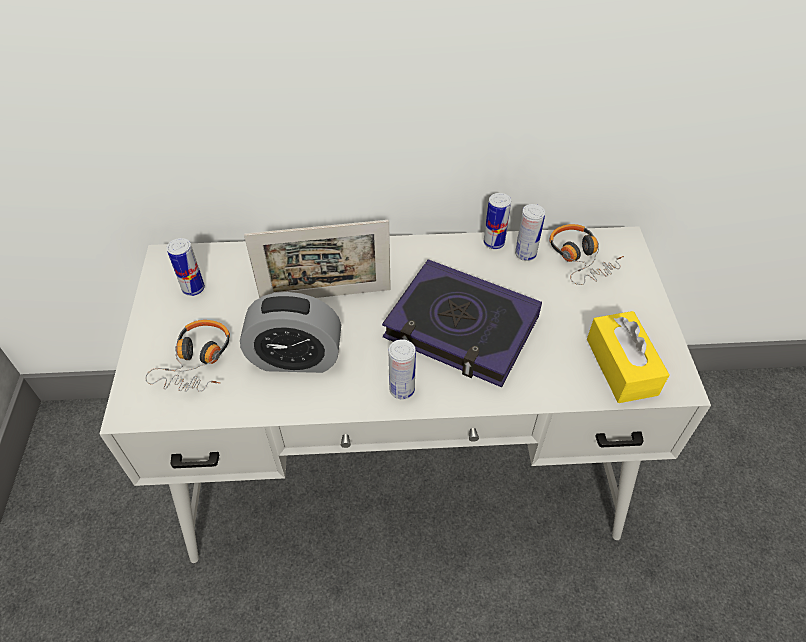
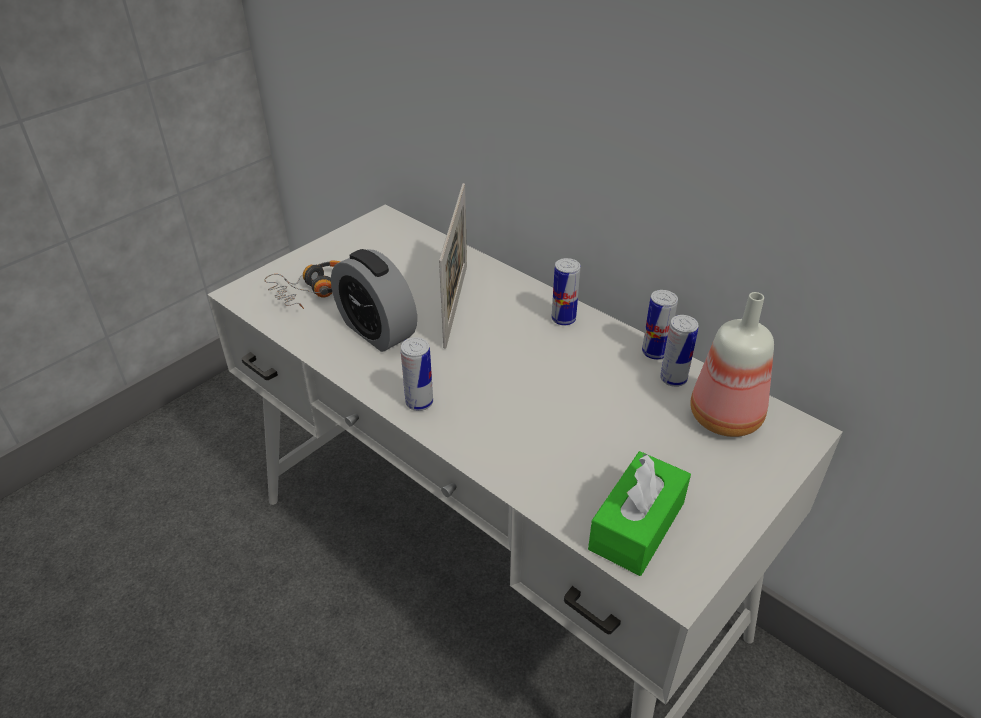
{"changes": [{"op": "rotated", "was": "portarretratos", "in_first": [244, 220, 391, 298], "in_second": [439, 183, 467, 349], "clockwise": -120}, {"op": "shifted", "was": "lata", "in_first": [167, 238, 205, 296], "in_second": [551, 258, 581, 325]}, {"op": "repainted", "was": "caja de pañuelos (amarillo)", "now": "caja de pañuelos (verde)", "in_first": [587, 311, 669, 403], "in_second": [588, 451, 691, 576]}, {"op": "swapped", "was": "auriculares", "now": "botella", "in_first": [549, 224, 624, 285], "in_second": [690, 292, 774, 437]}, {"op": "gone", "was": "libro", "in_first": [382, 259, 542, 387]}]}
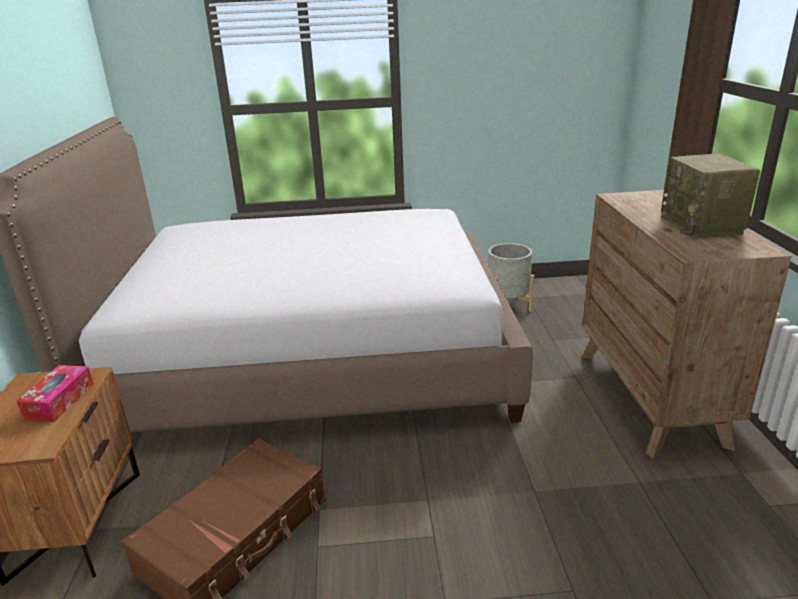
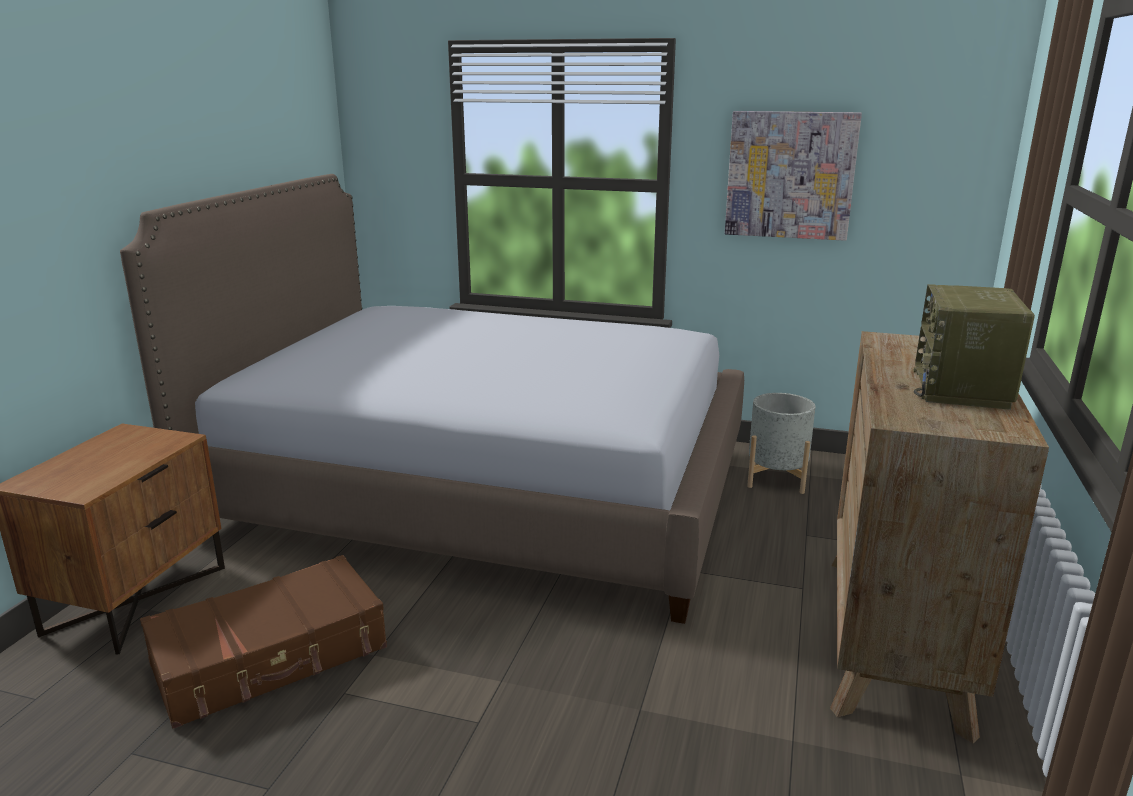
{"changes": [{"op": "new", "now": "cuadro", "in_second": [725, 111, 862, 241]}, {"op": "gone", "was": "caja de pañuelos", "in_first": [16, 365, 94, 422]}]}
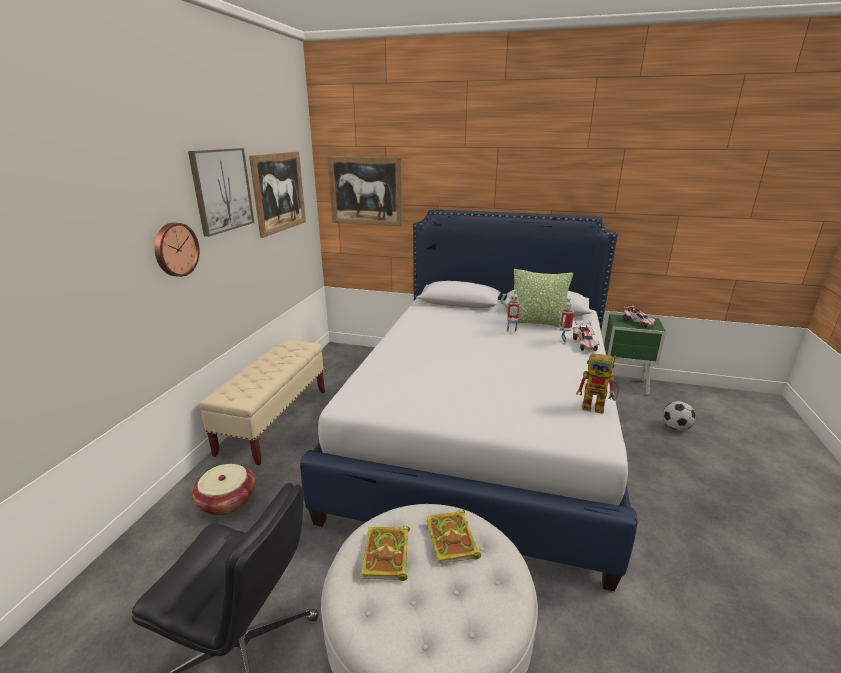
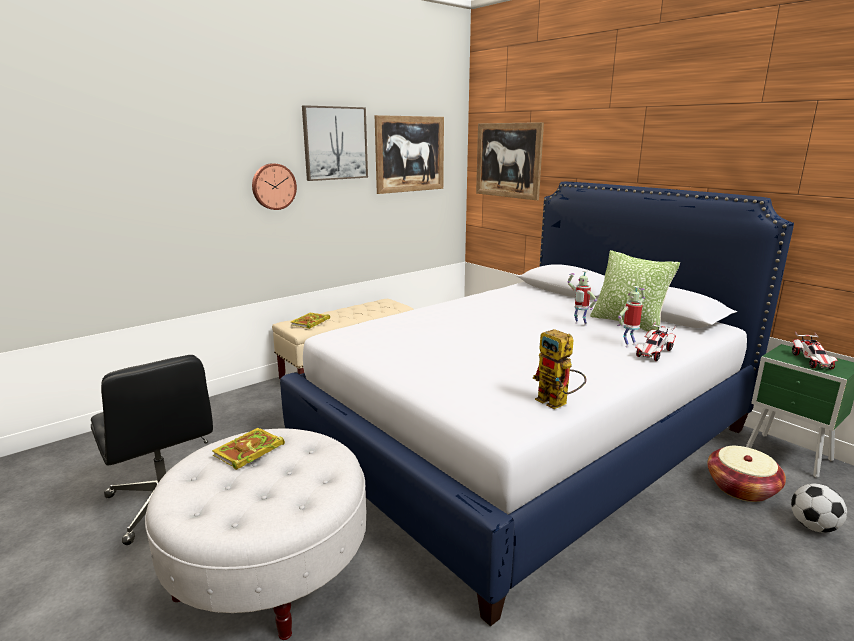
{"changes": [{"op": "shifted", "was": "libro", "in_first": [426, 509, 481, 564], "in_second": [291, 313, 330, 329]}, {"op": "shifted", "was": "cesta", "in_first": [191, 464, 255, 516], "in_second": [707, 446, 786, 502]}]}
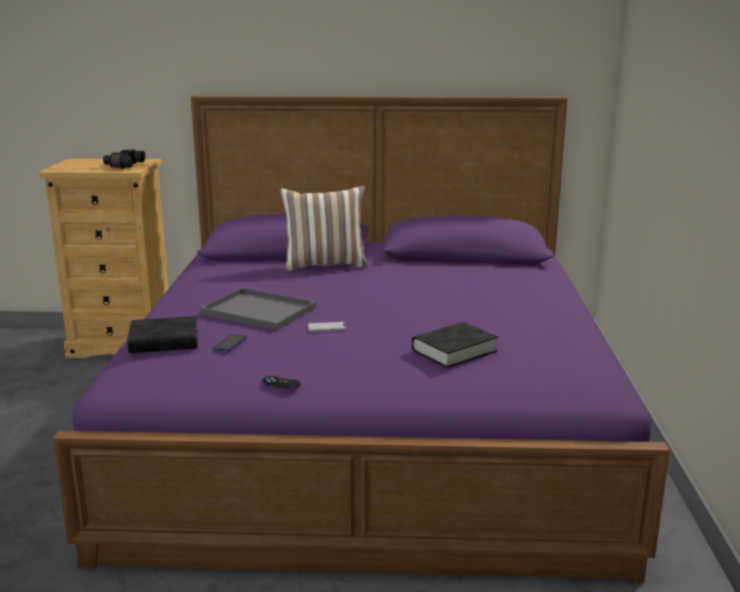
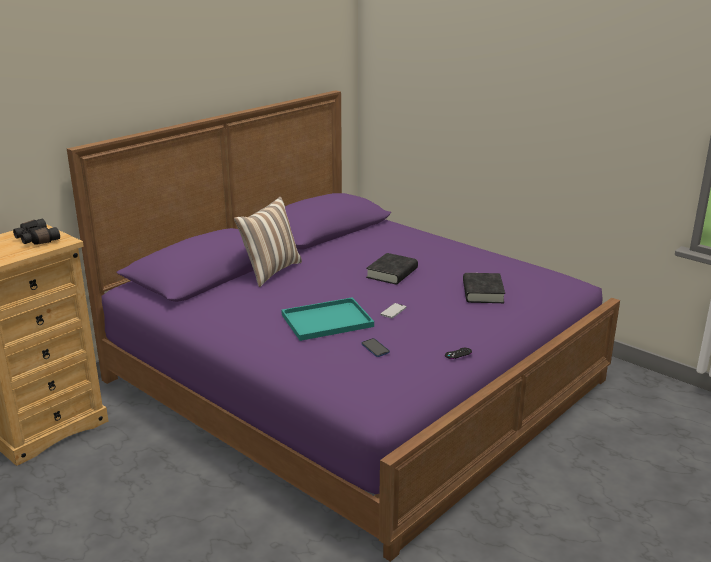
{"changes": [{"op": "repainted", "was": "bandeja (gris)", "now": "bandeja (turquesa)", "in_first": [200, 287, 316, 330], "in_second": [282, 297, 374, 341]}, {"op": "shifted", "was": "libro (negro)", "in_first": [127, 316, 198, 353], "in_second": [366, 253, 418, 285]}]}
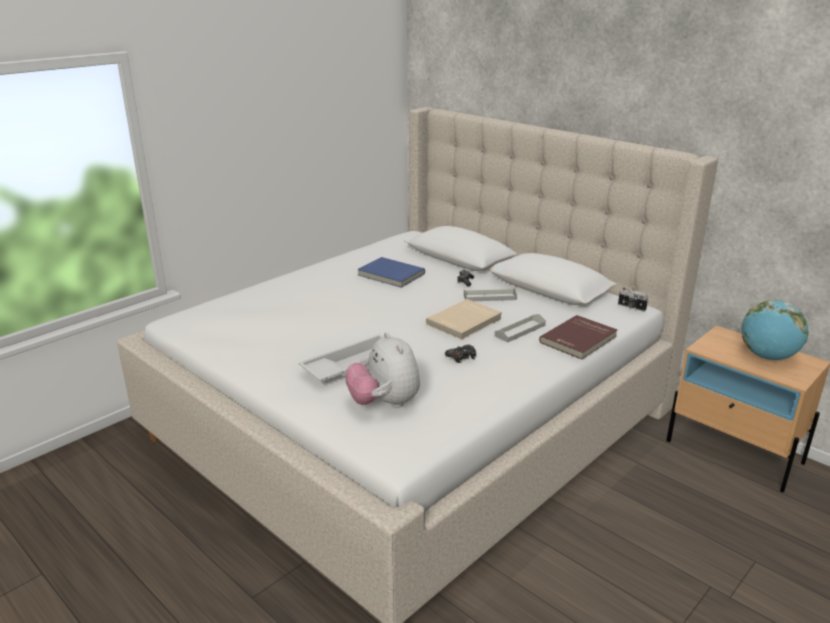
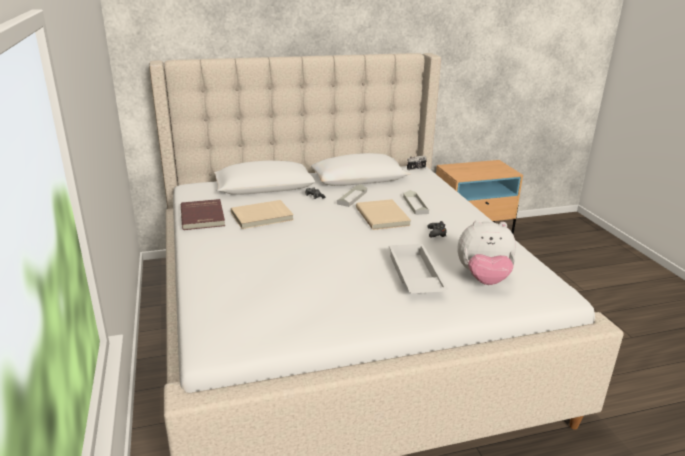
{"changes": [{"op": "shifted", "was": "libro (rojo)", "in_first": [539, 315, 618, 359], "in_second": [181, 199, 225, 230]}, {"op": "repainted", "was": "libro (azul)", "now": "libro (beis)", "in_first": [357, 257, 425, 288], "in_second": [231, 200, 294, 229]}, {"op": "gone", "was": "globo terráqueo", "in_first": [742, 300, 808, 360]}]}
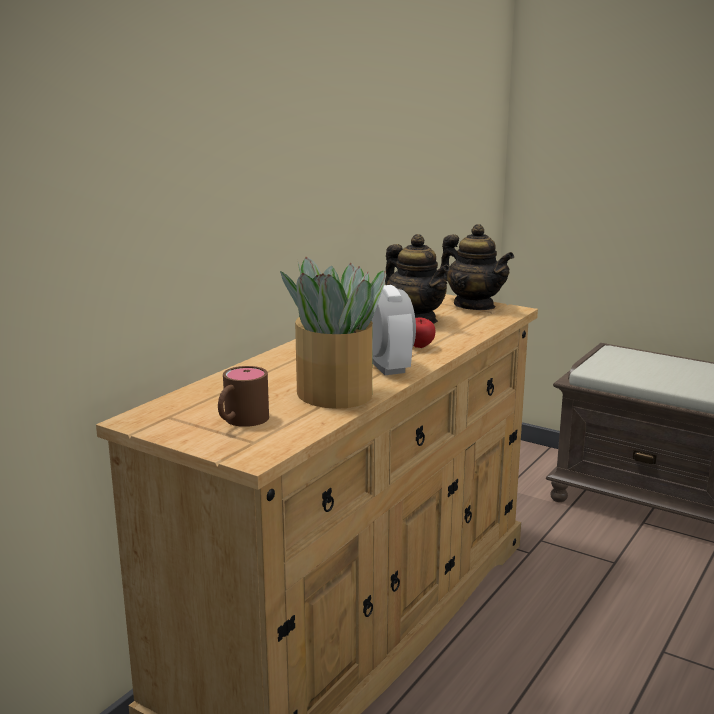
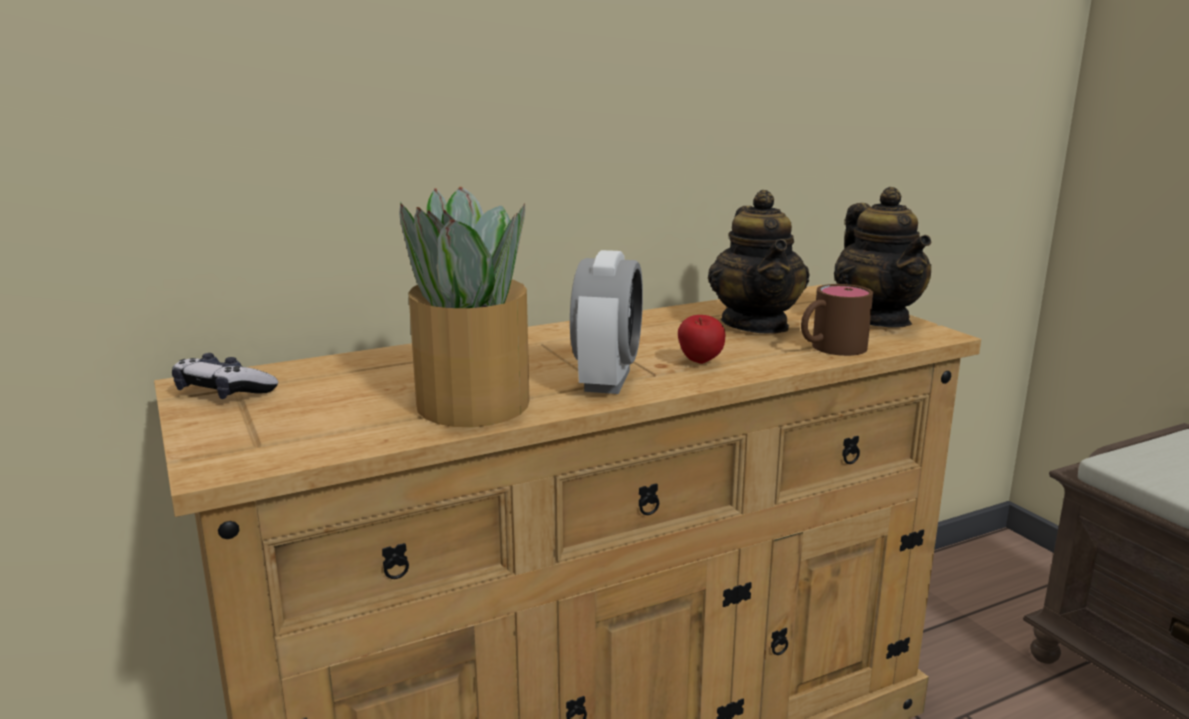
{"changes": [{"op": "new", "now": "mando de consola", "in_second": [172, 353, 278, 399]}, {"op": "shifted", "was": "taza grande (marrón)", "in_first": [218, 366, 269, 427], "in_second": [801, 284, 873, 356]}]}
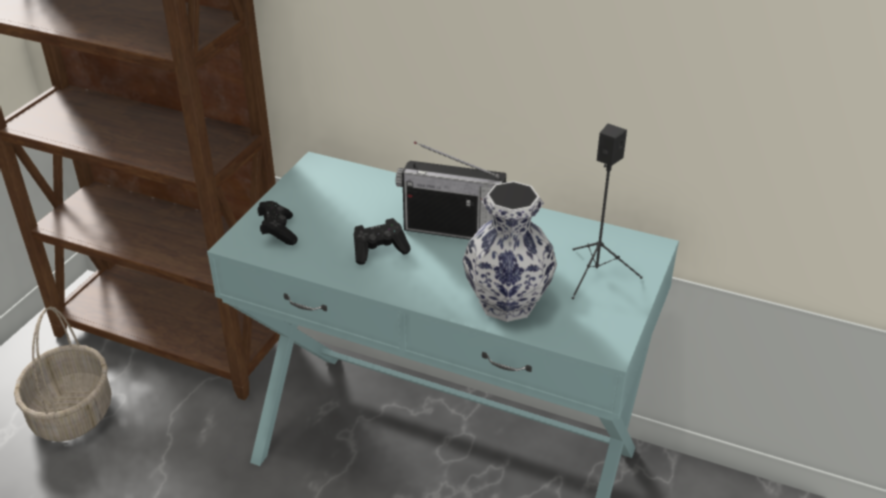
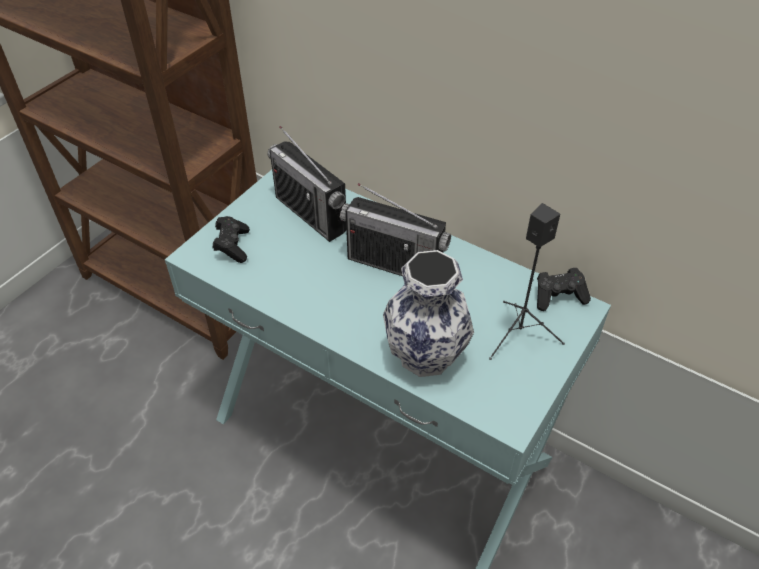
{"changes": [{"op": "new", "now": "radio", "in_second": [267, 126, 346, 242]}, {"op": "shifted", "was": "mando de consola (negro)", "in_first": [354, 218, 411, 265], "in_second": [537, 268, 591, 311]}, {"op": "gone", "was": "cesta", "in_first": [14, 306, 111, 442]}]}
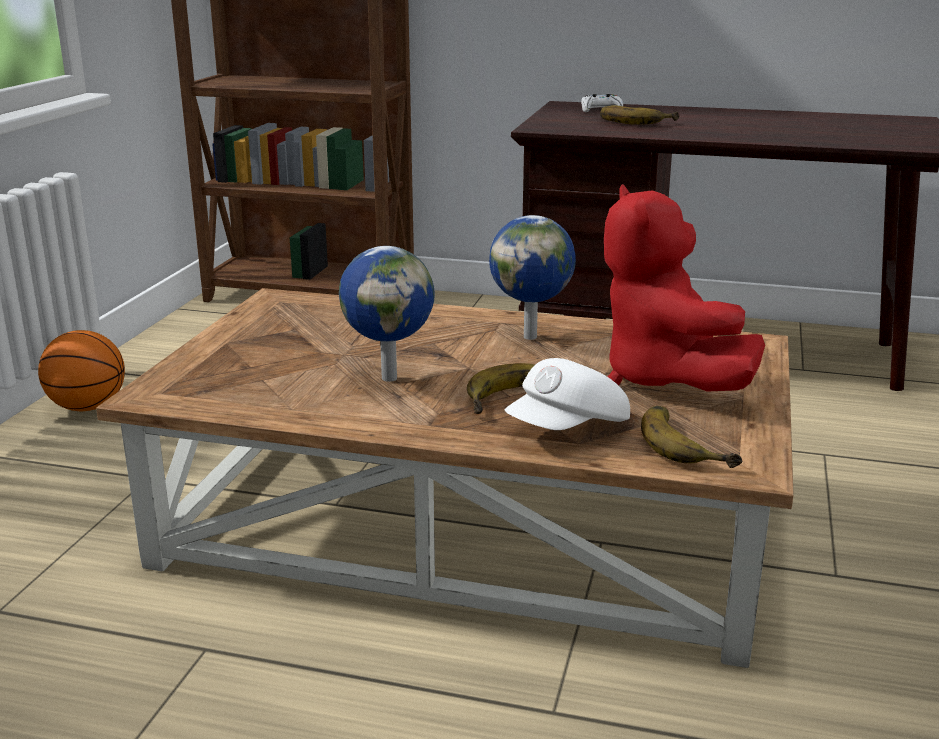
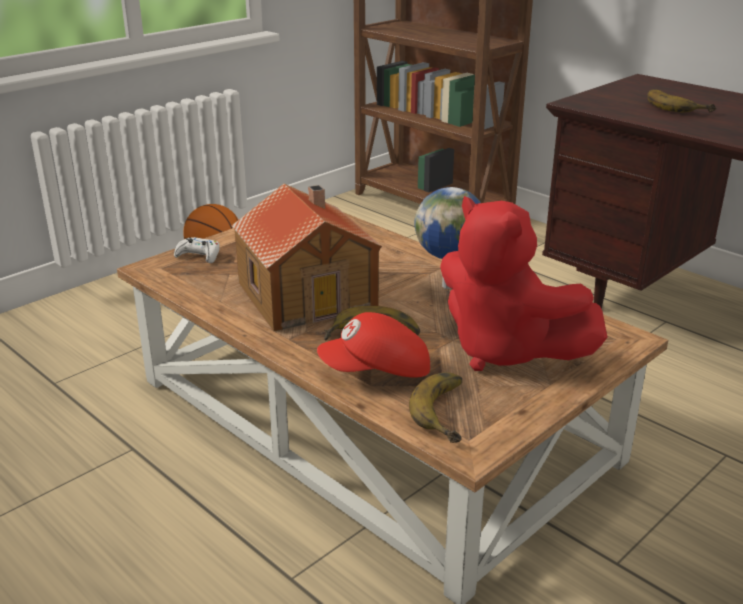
{"changes": [{"op": "shifted", "was": "mando de consola (blanco)", "in_first": [581, 94, 623, 112], "in_second": [174, 237, 220, 263]}, {"op": "swapped", "was": "globo terráqueo", "now": "casita", "in_first": [339, 246, 435, 382], "in_second": [232, 184, 382, 331]}, {"op": "repainted", "was": "gorra (blanco)", "now": "gorra (rojo)", "in_first": [505, 358, 630, 430], "in_second": [317, 312, 430, 378]}, {"op": "rotated", "was": "peluche (rojo)", "in_first": [604, 184, 765, 392], "in_second": [440, 196, 607, 371], "clockwise": -60}]}
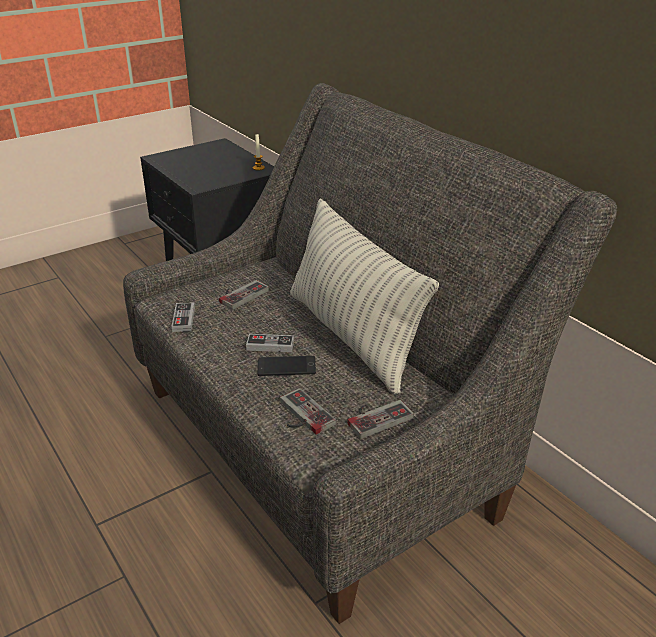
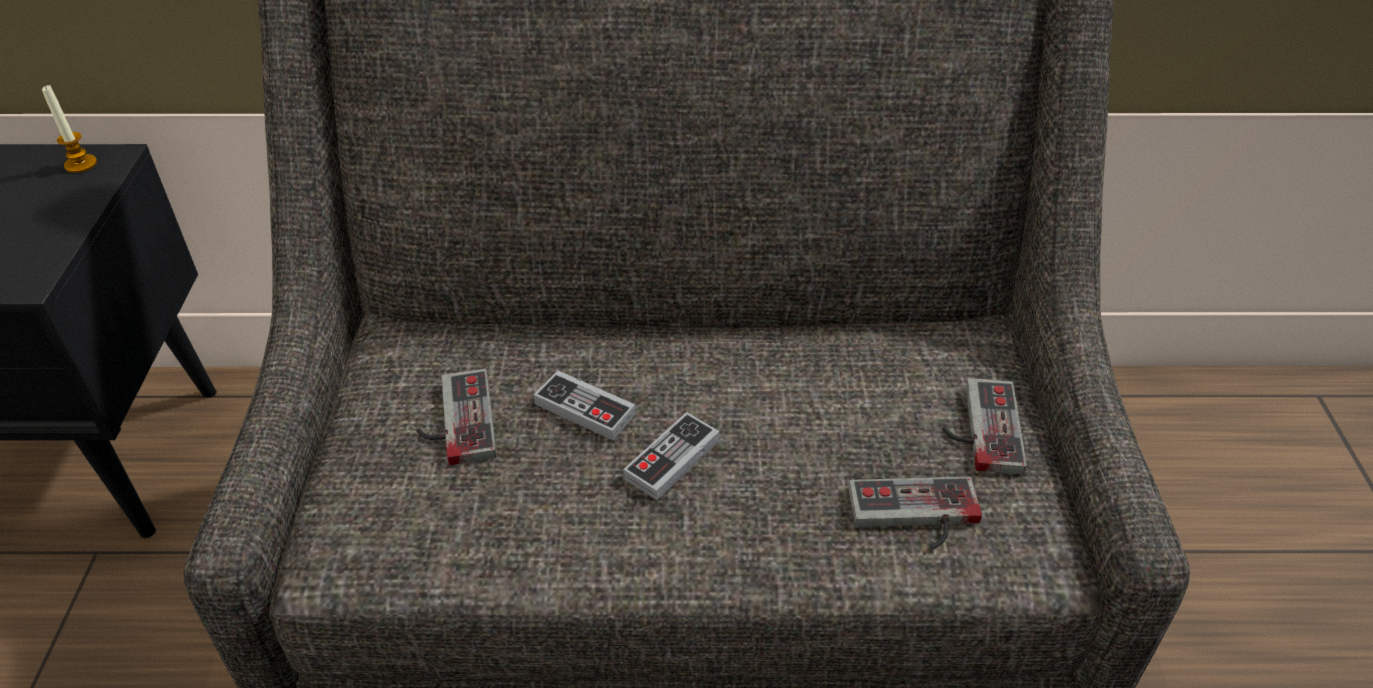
{"changes": [{"op": "shifted", "was": "mando de consola", "in_first": [171, 302, 195, 332], "in_second": [534, 370, 636, 440]}, {"op": "gone", "was": "móvil", "in_first": [258, 356, 316, 376]}, {"op": "gone", "was": "cojín", "in_first": [290, 199, 439, 394]}]}
